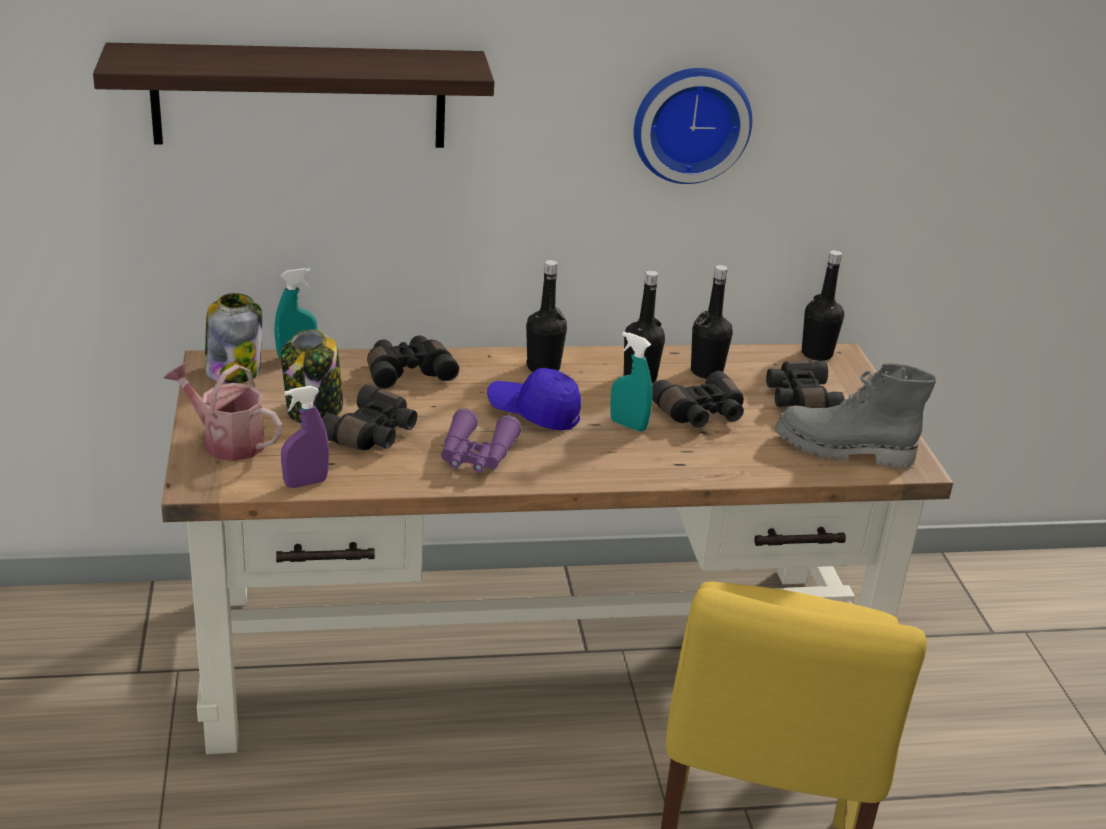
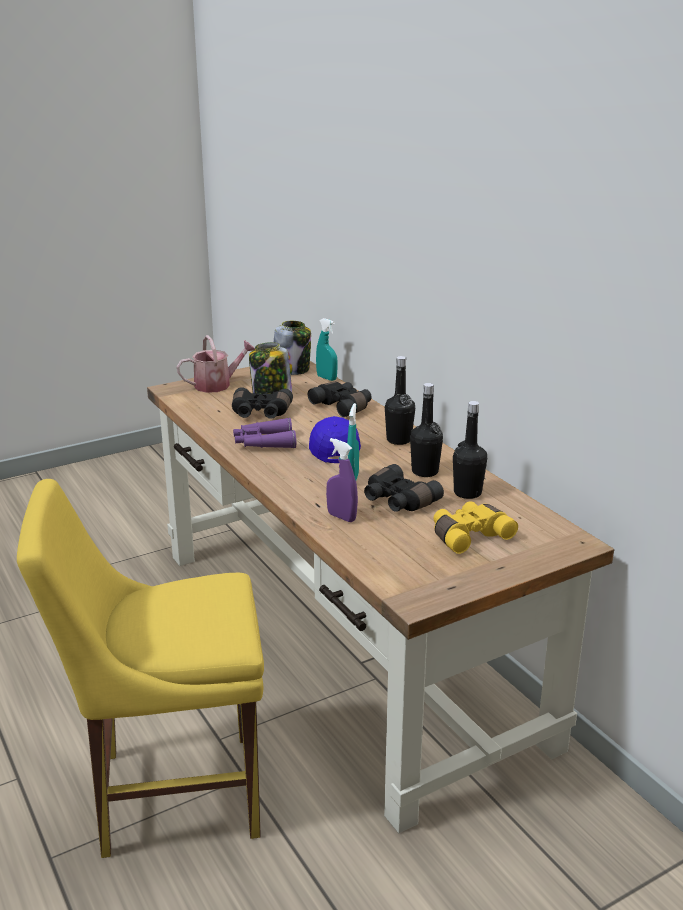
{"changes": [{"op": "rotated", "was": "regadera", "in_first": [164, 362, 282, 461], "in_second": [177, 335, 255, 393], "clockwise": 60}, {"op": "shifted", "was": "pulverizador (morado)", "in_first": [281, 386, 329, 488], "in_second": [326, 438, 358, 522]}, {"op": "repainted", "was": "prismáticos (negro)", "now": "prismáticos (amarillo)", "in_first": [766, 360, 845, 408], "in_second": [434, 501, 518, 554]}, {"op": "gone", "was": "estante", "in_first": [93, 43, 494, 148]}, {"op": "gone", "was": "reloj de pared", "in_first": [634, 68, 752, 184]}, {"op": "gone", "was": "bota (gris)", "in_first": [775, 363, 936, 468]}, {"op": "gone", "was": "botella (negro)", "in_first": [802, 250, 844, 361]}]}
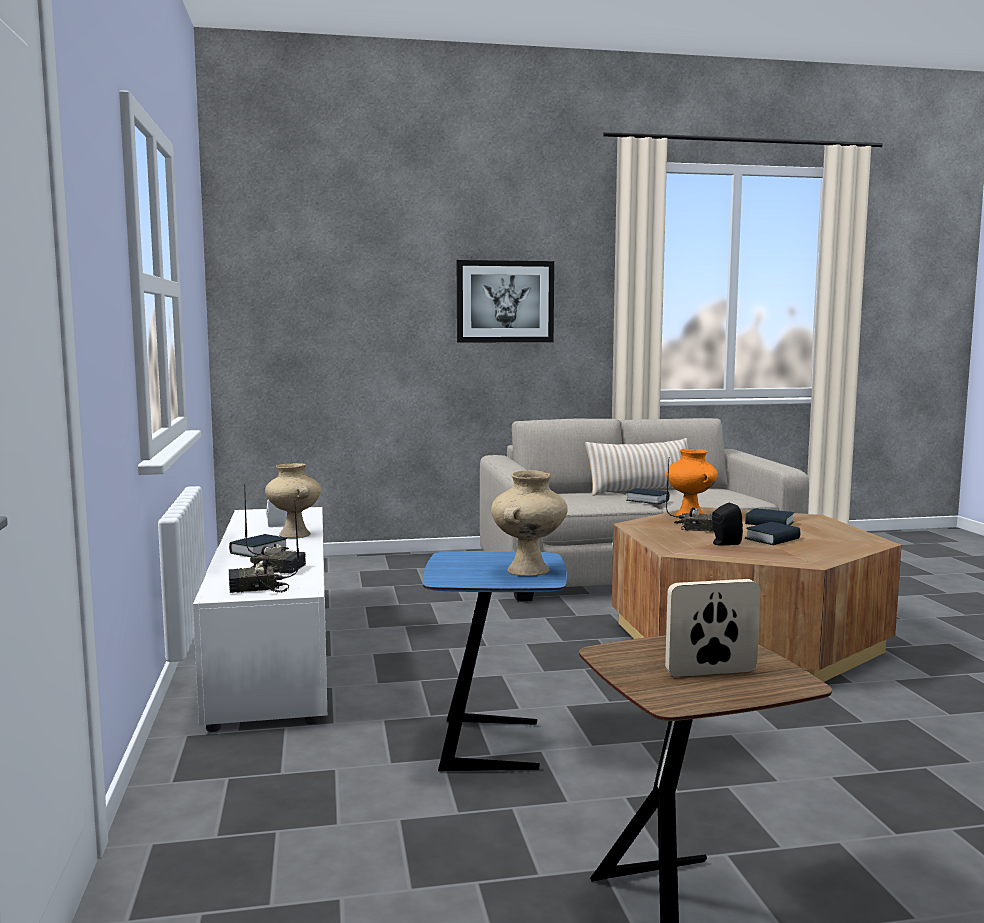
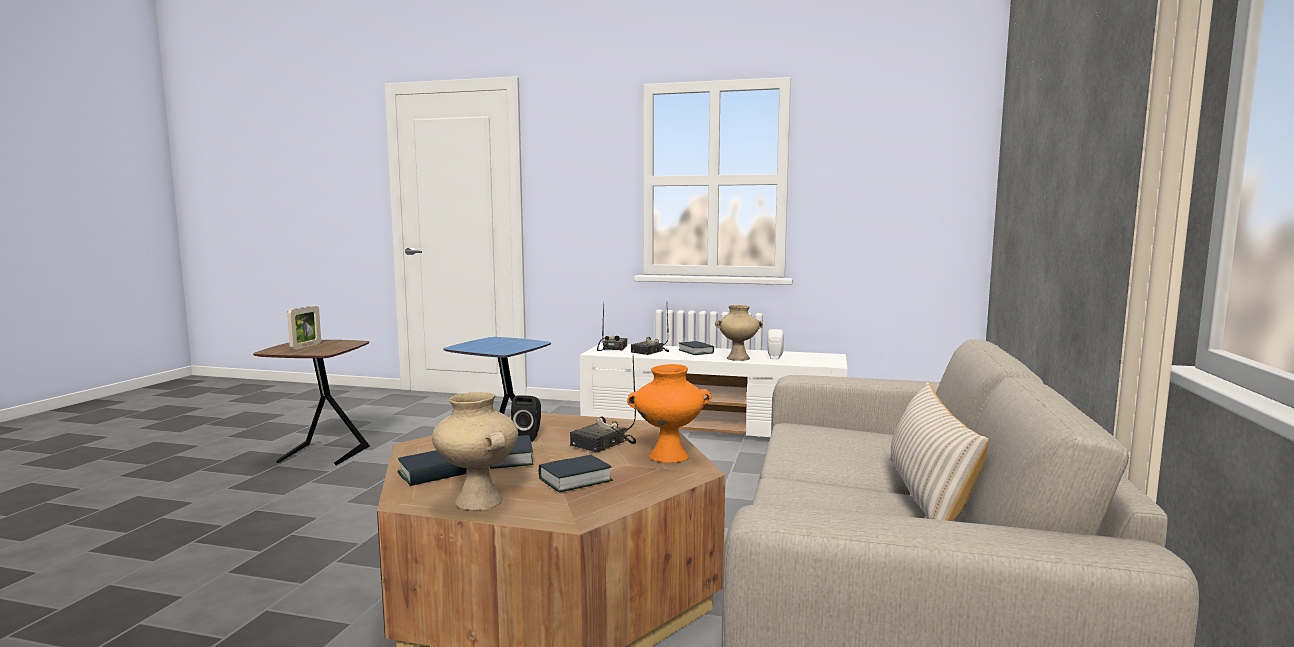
{"changes": [{"op": "shifted", "was": "libro", "in_first": [626, 488, 669, 504], "in_second": [397, 450, 467, 486]}, {"op": "shifted", "was": "florero (beis)", "in_first": [491, 470, 568, 576], "in_second": [432, 392, 518, 510]}, {"op": "gone", "was": "cuadro", "in_first": [457, 260, 554, 343]}]}
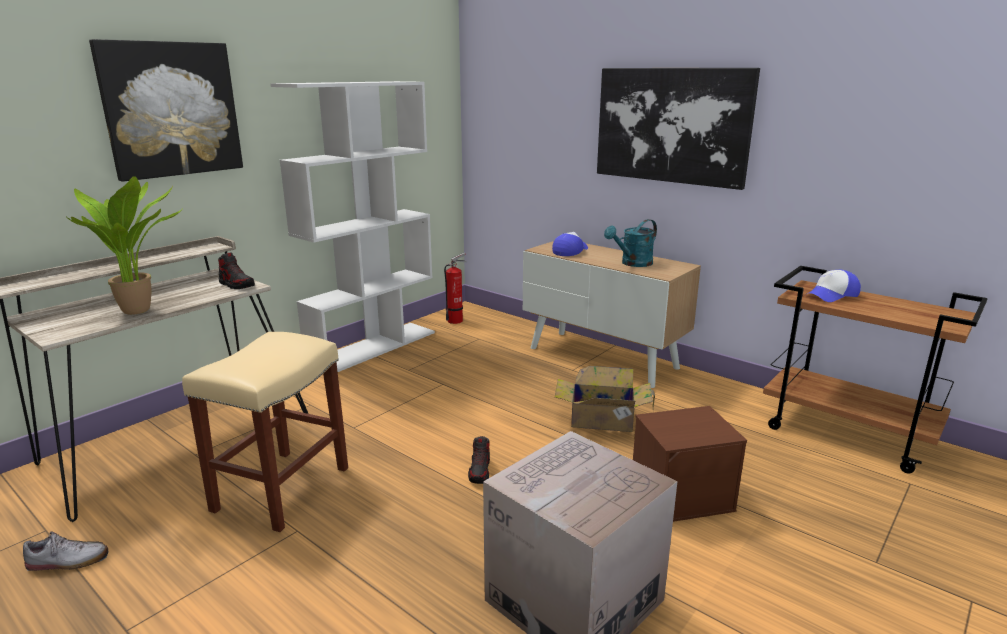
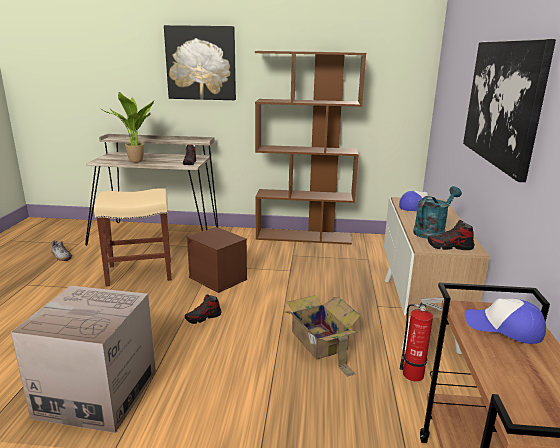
{"changes": [{"op": "shifted", "was": "caja de almacenaje (marrón)", "in_first": [633, 406, 747, 522], "in_second": [187, 227, 247, 293]}, {"op": "repainted", "was": "estantería (blanco)", "now": "estantería (marrón)", "in_first": [270, 81, 435, 372], "in_second": [255, 51, 366, 245]}, {"op": "shifted", "was": "extintor", "in_first": [444, 253, 467, 324], "in_second": [400, 298, 444, 382]}, {"op": "rotated", "was": "regadera (turquesa)", "in_first": [604, 219, 657, 267], "in_second": [413, 186, 462, 239], "clockwise": 120}, {"op": "new", "now": "zapato", "in_second": [428, 220, 474, 250]}]}
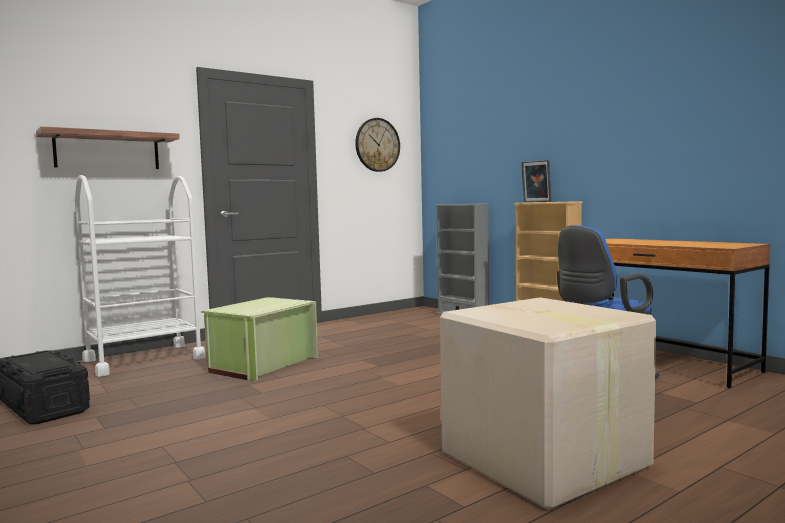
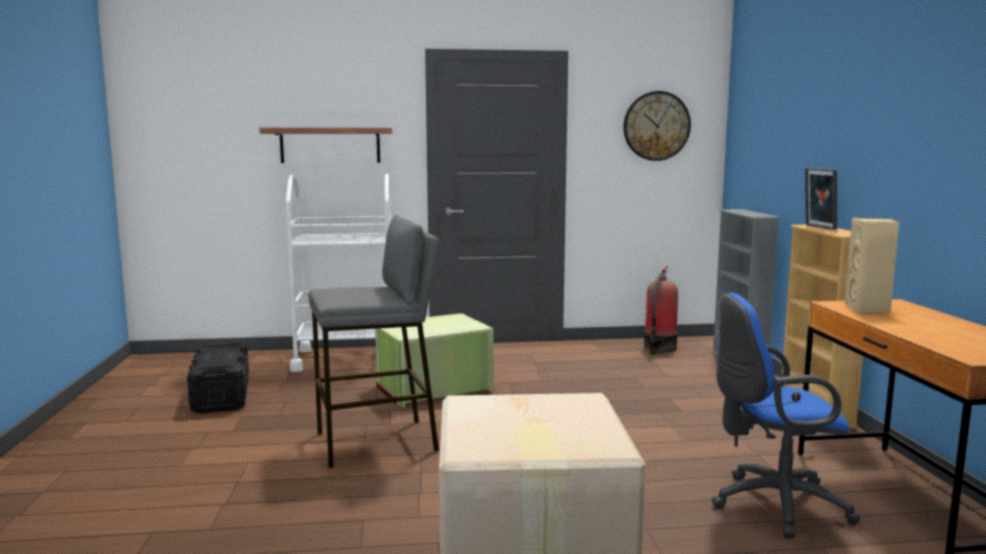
{"changes": [{"op": "new", "now": "taburete (gris)", "in_second": [309, 214, 439, 468]}, {"op": "new", "now": "extintor", "in_second": [644, 266, 678, 355]}, {"op": "new", "now": "altavoz (beis)", "in_second": [844, 218, 900, 313]}]}
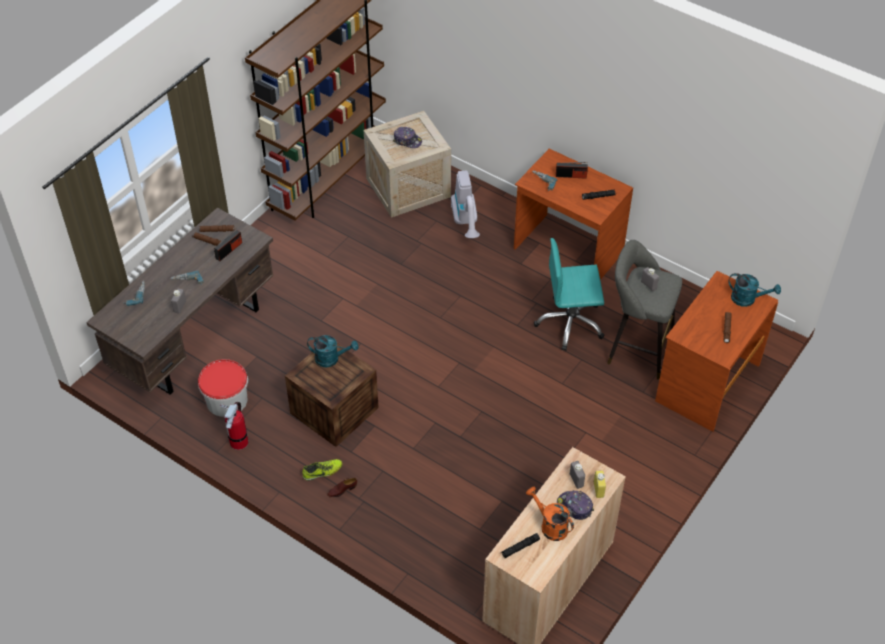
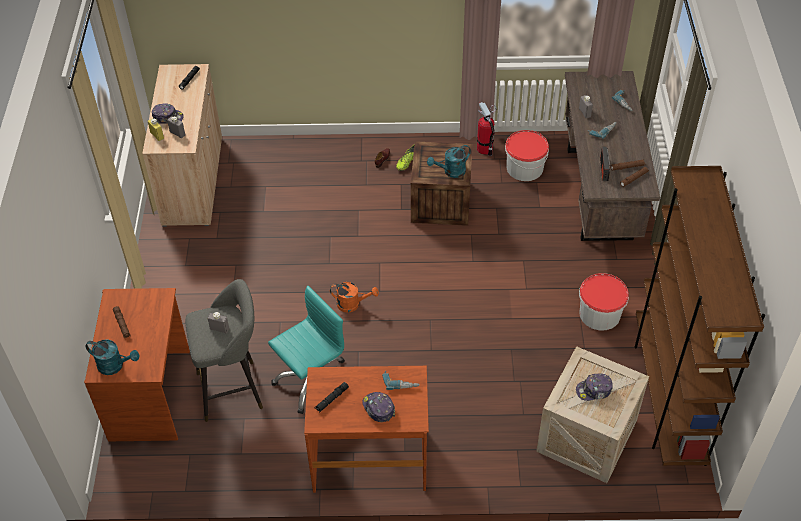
{"changes": [{"op": "rotated", "was": "regadera (turquesa)", "in_first": [728, 273, 781, 307], "in_second": [85, 340, 139, 375], "clockwise": -150}, {"op": "shifted", "was": "regadera (naranja)", "in_first": [526, 487, 574, 541], "in_second": [330, 282, 379, 313]}, {"op": "swapped", "was": "radio", "now": "gorra", "in_first": [556, 162, 588, 179], "in_second": [362, 392, 395, 422]}, {"op": "new", "now": "cubo", "in_second": [579, 273, 629, 331]}, {"op": "gone", "was": "aspiradora", "in_first": [451, 171, 480, 238]}]}
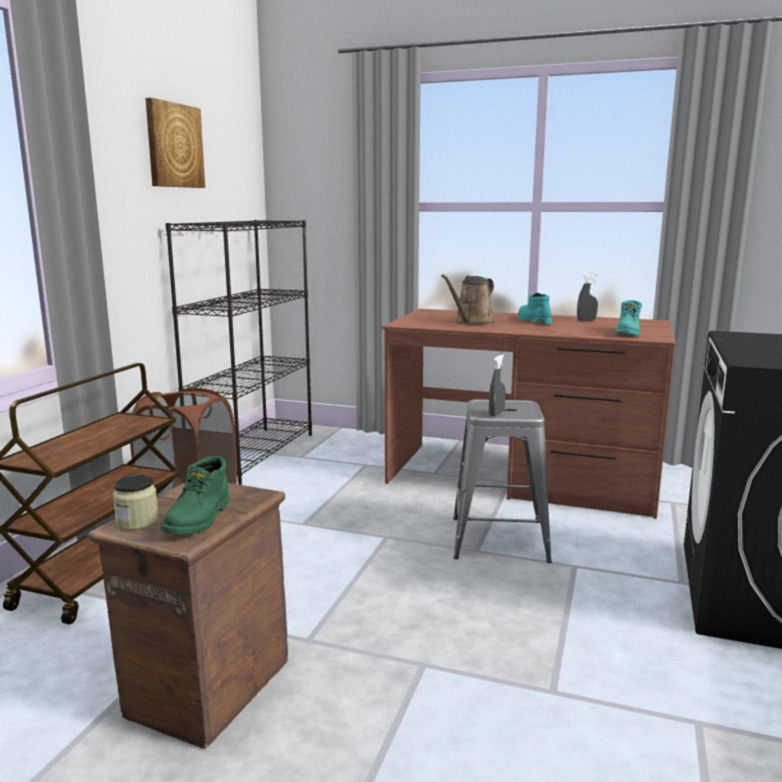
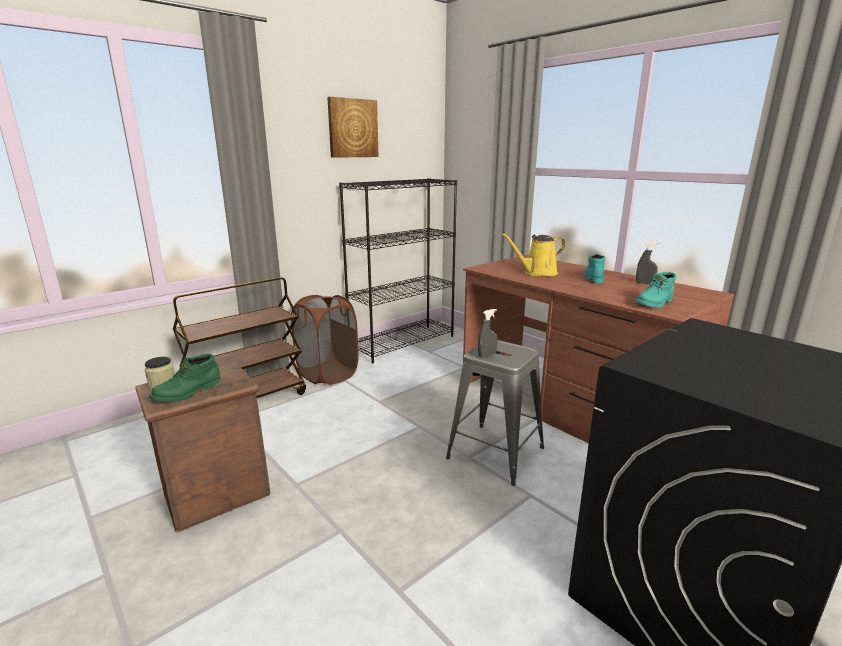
{"changes": [{"op": "repainted", "was": "regadera (marrón)", "now": "regadera (amarillo)", "in_first": [441, 274, 495, 325], "in_second": [501, 233, 566, 276]}]}
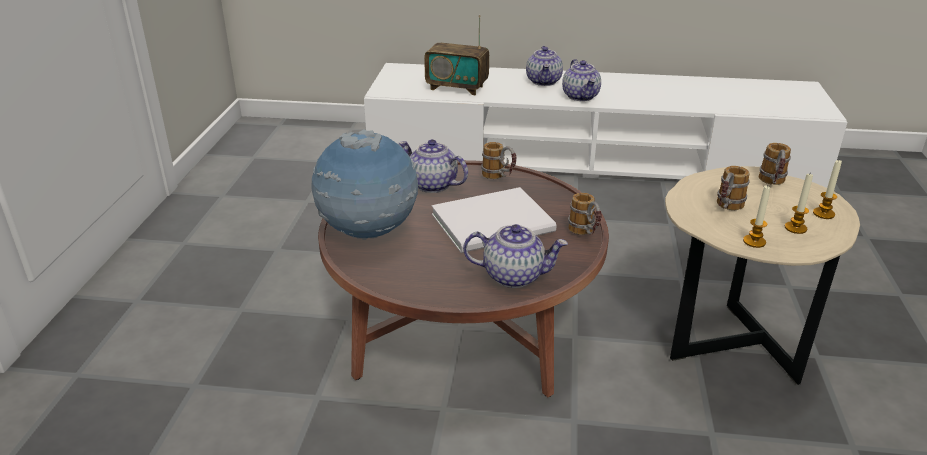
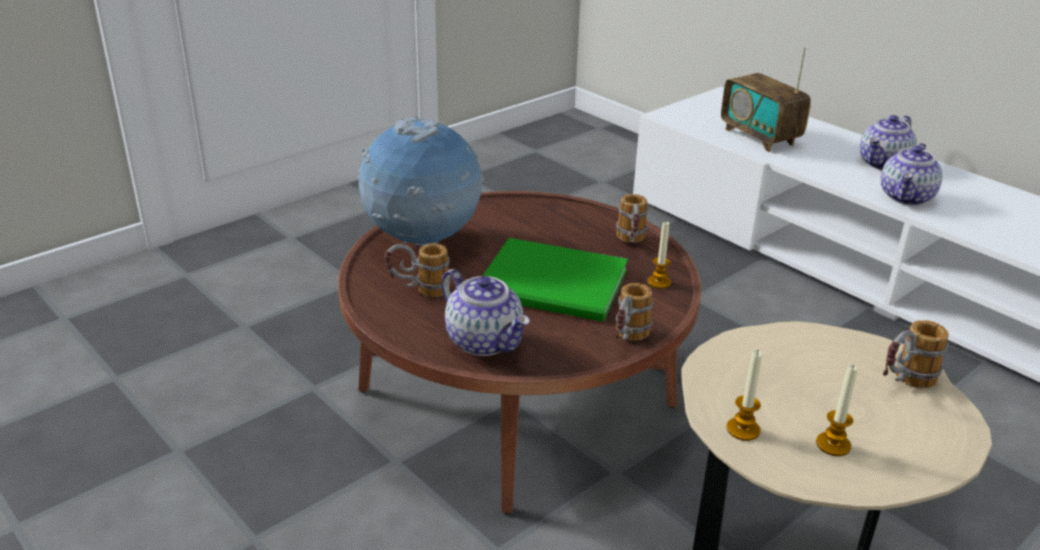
{"changes": [{"op": "shifted", "was": "taza grande", "in_first": [717, 166, 750, 210], "in_second": [384, 243, 451, 297]}, {"op": "repainted", "was": "libro (blanco)", "now": "libro (verde)", "in_first": [431, 187, 557, 253], "in_second": [483, 238, 628, 322]}, {"op": "shifted", "was": "vela", "in_first": [813, 160, 842, 219], "in_second": [648, 222, 671, 289]}, {"op": "gone", "was": "tetera", "in_first": [399, 139, 468, 193]}]}
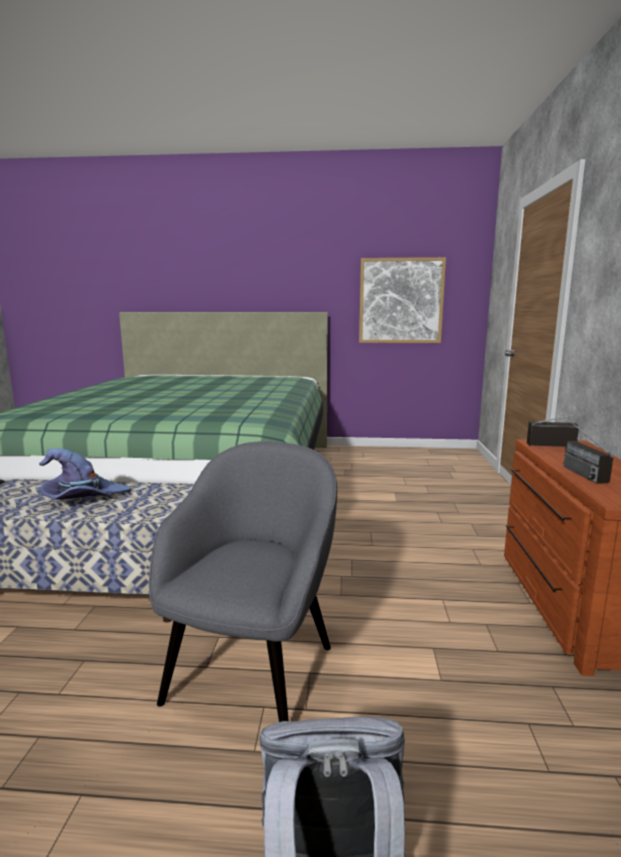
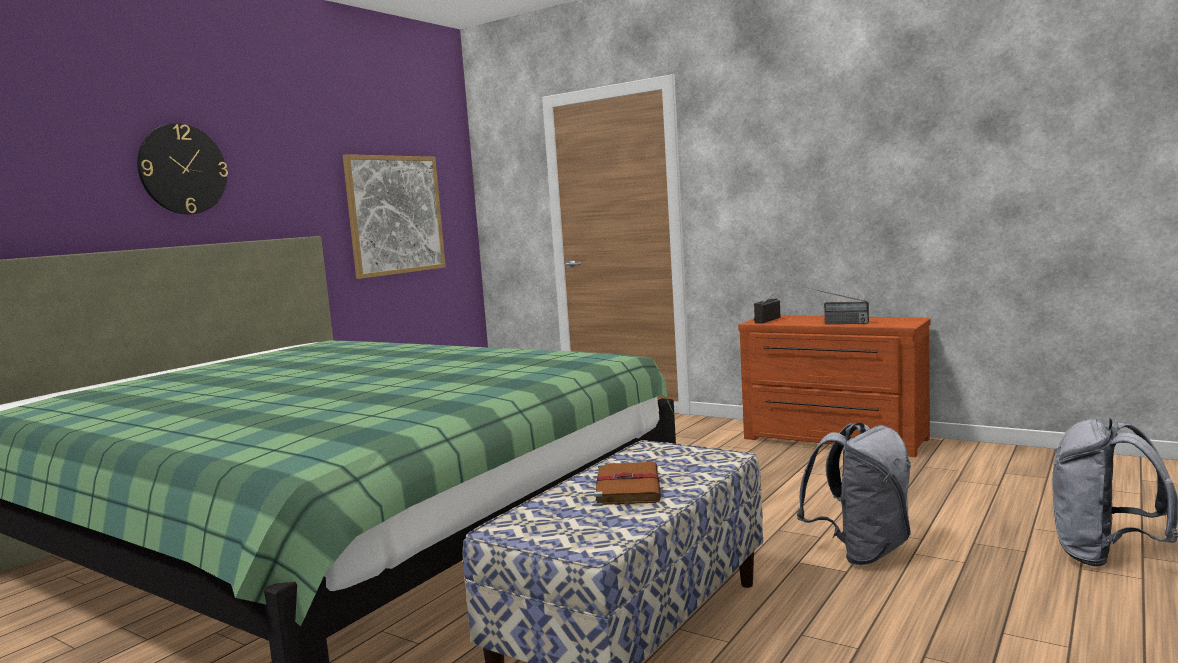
{"changes": [{"op": "new", "now": "reloj de pared", "in_second": [137, 123, 228, 214]}, {"op": "swapped", "was": "sombrero (morado)", "now": "libro (marrón)", "in_first": [39, 448, 132, 499], "in_second": [594, 462, 661, 506]}, {"op": "swapped", "was": "sillón (gris)", "now": "mochila (gris)", "in_first": [149, 441, 337, 722], "in_second": [796, 423, 911, 565]}]}
